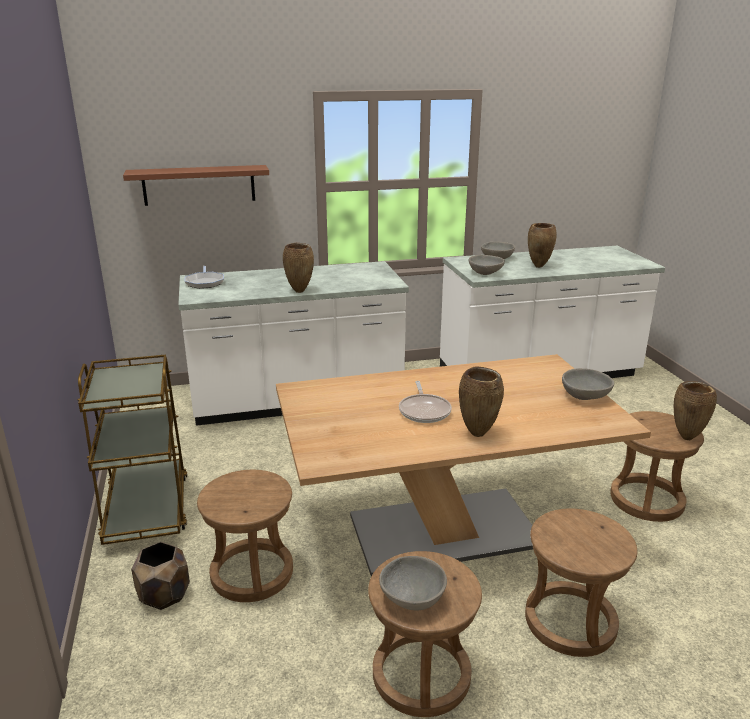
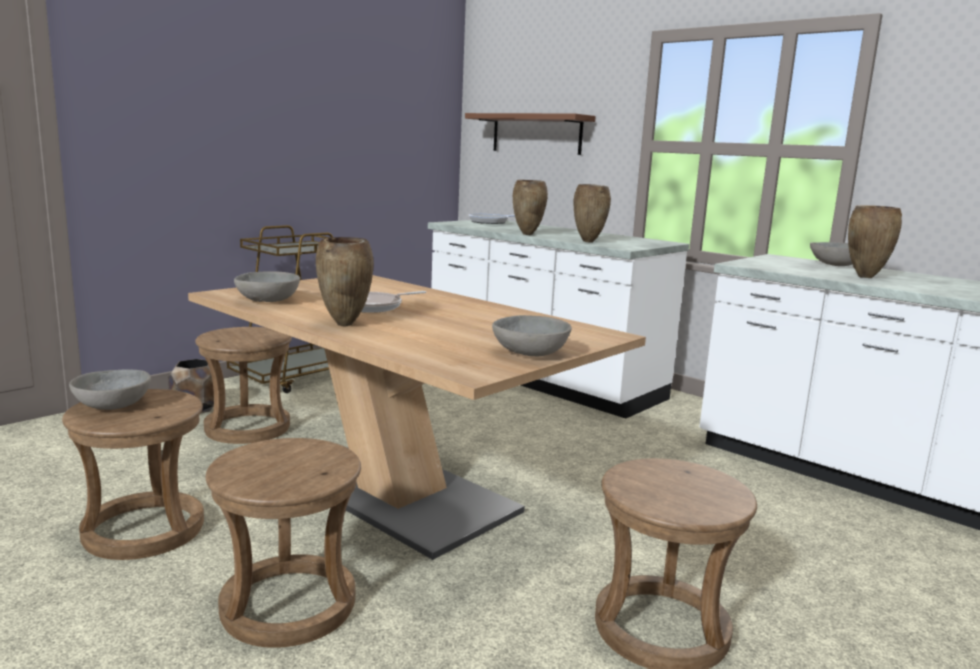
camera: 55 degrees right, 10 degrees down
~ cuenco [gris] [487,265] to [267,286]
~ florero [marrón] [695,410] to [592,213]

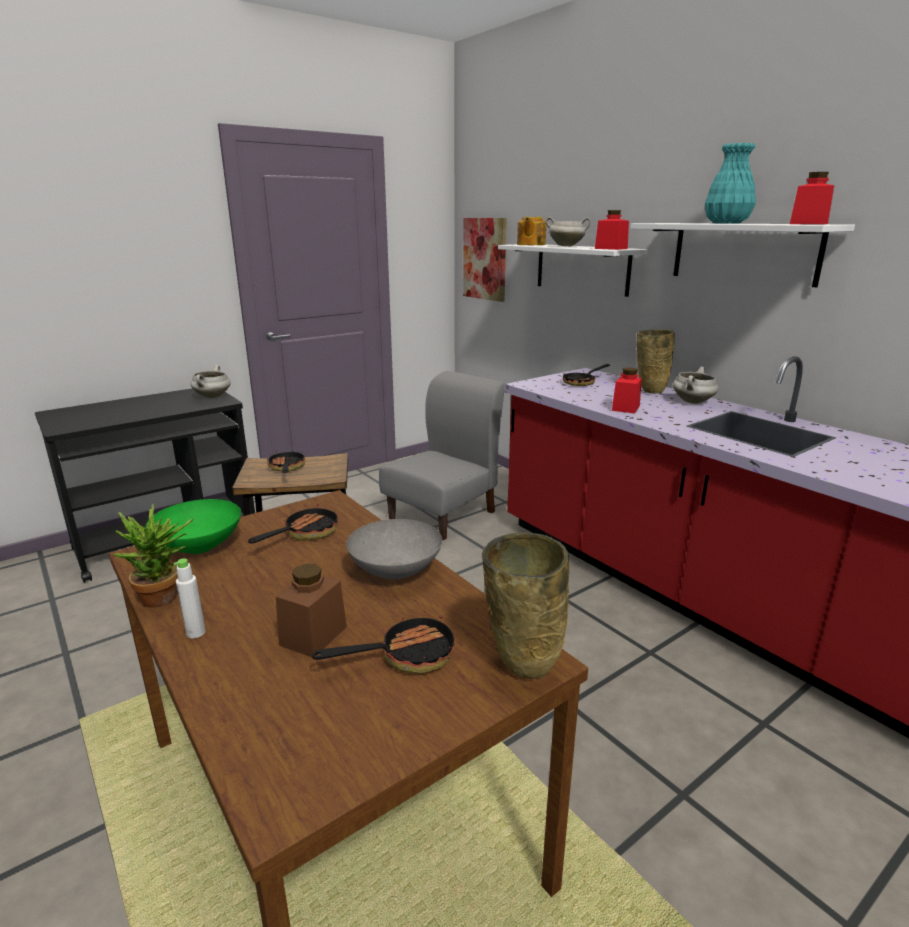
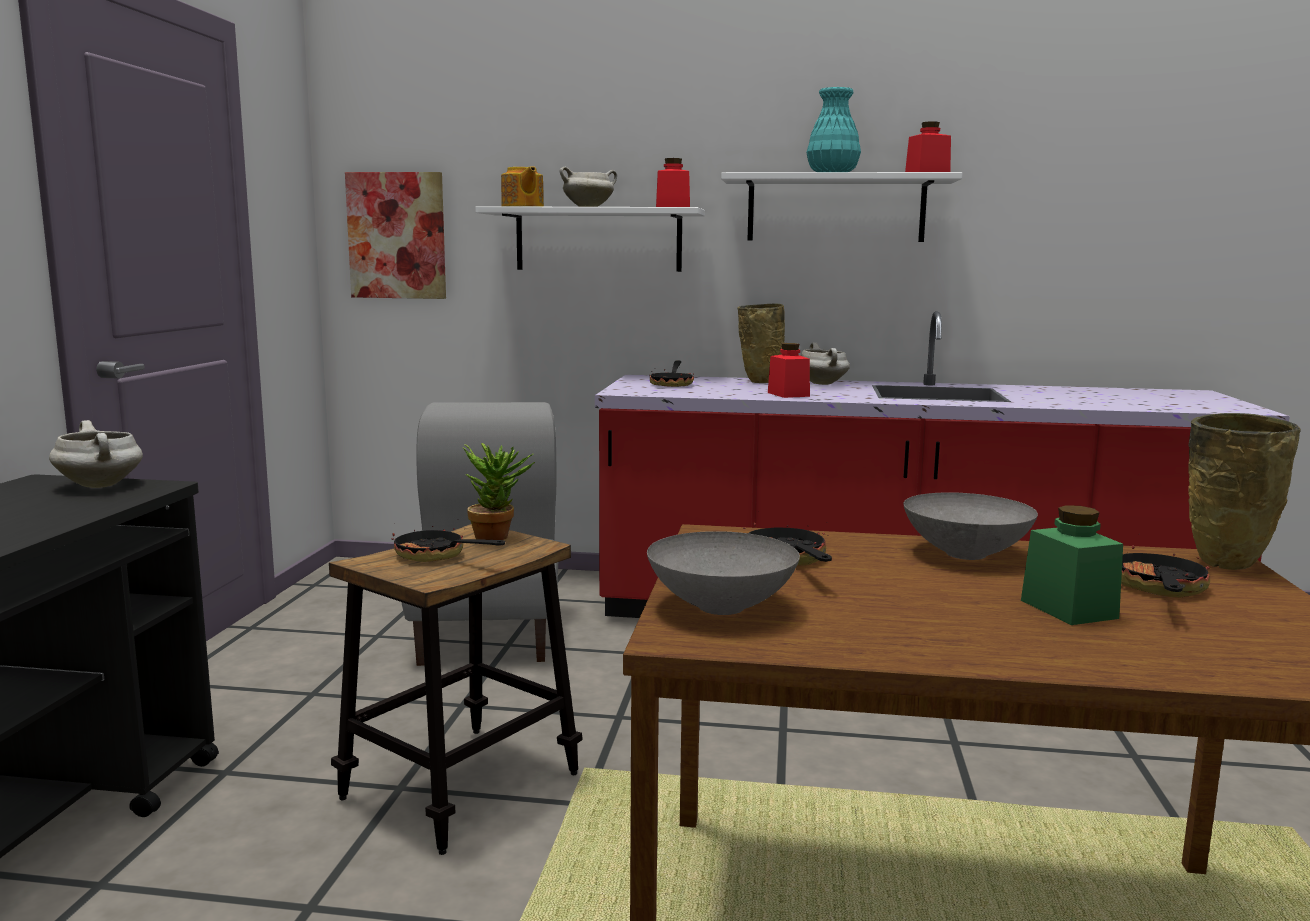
camera: 45 degrees left, 10 degrees down
~ planta en maceta [152,555] to [499,491]
~ cuenco [verde] [193,526] to cuenco [gris] [723,573]
~ tarro [marrón] [311,610] to tarro [verde] [1072,565]
- botella [blanco] [189,598]

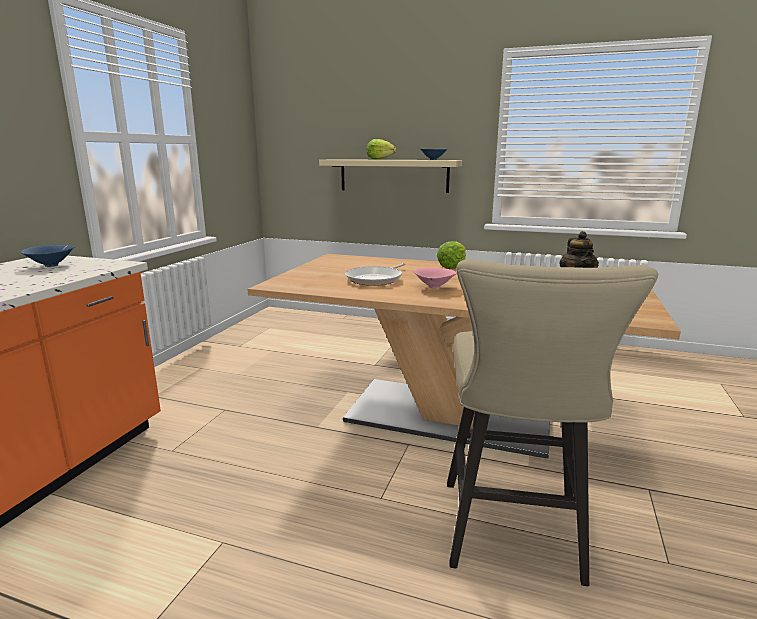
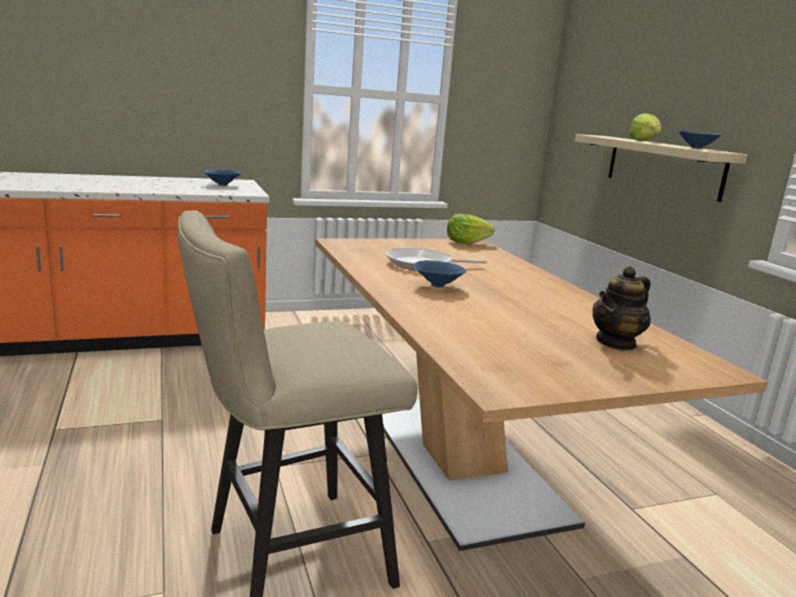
camera: 50 degrees right, 0 degrees up
~ cuenco [rosa] [435,278] to cuenco [azul] [439,274]
~ lechuga [451,255] to [470,228]

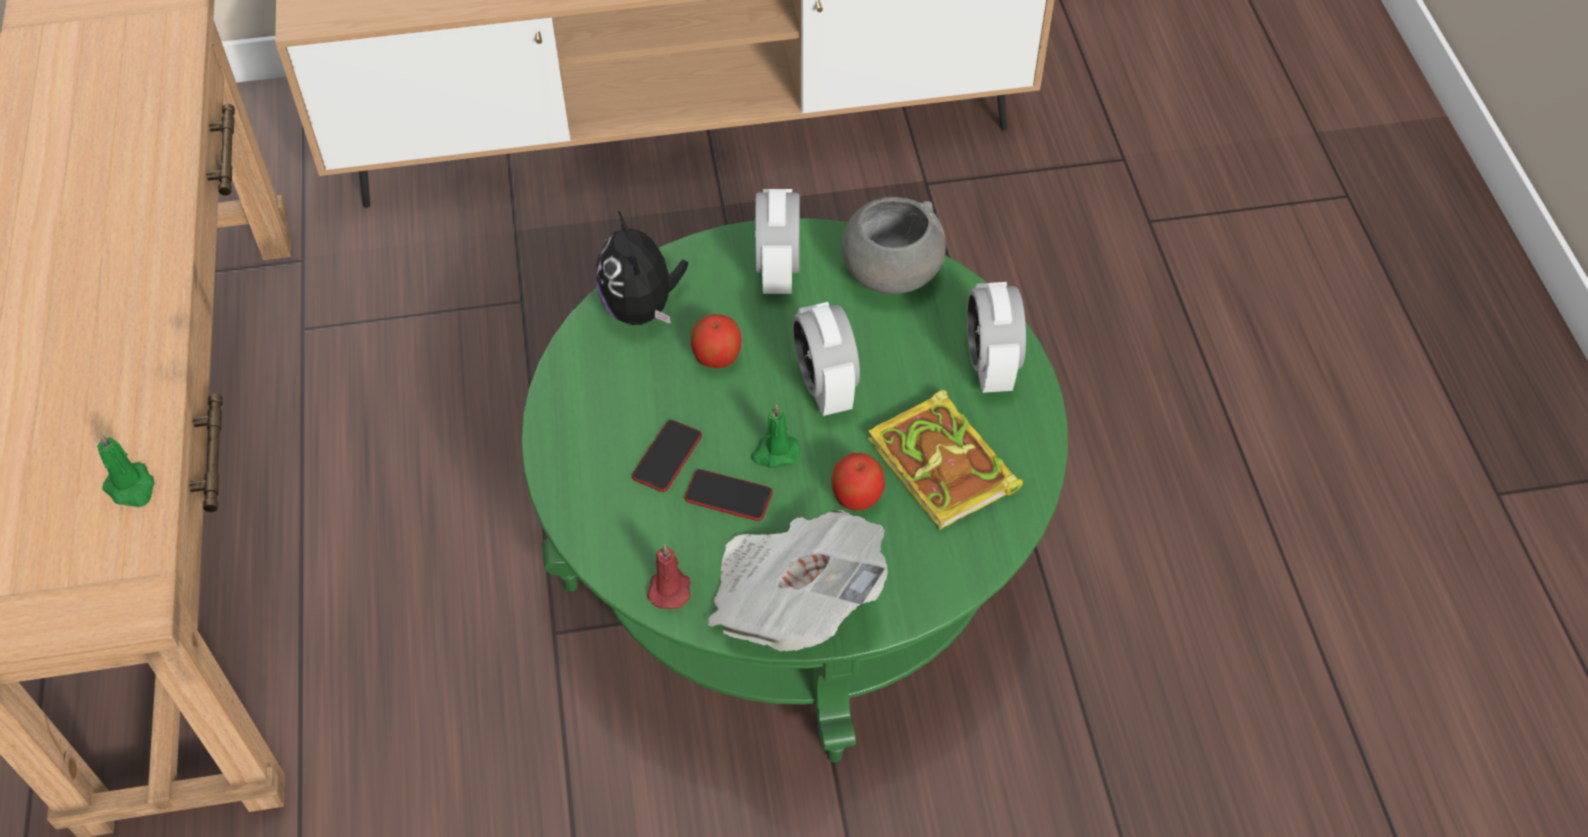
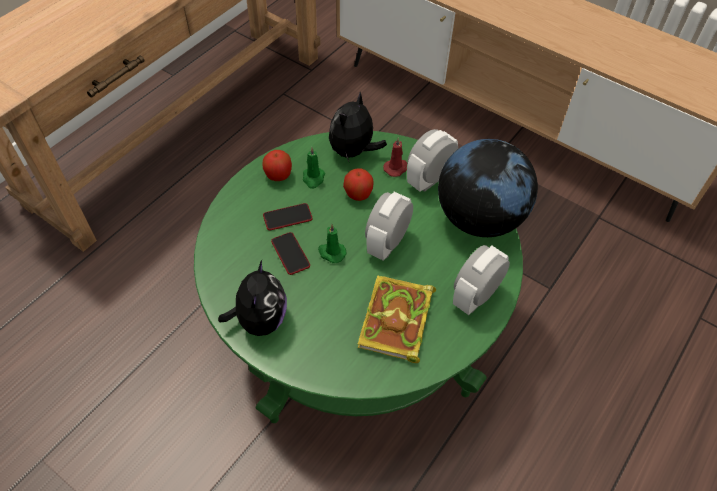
camera: 45 degrees right, 0 degrees up
~ periódico [798,580] to peluche [252,298]
~ manzana [858,481] to [277,165]
~ vela [verde] [125,470] to [314,168]
~ vela [rojo] [668,577] to [395,157]
~ cuenco [gris] [894,245] to globo terráqueo [488,188]

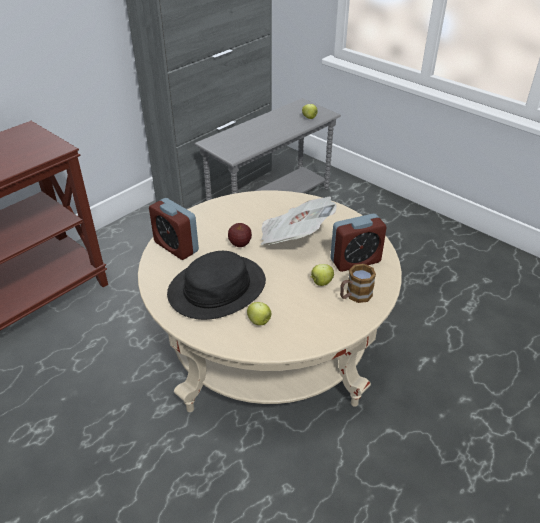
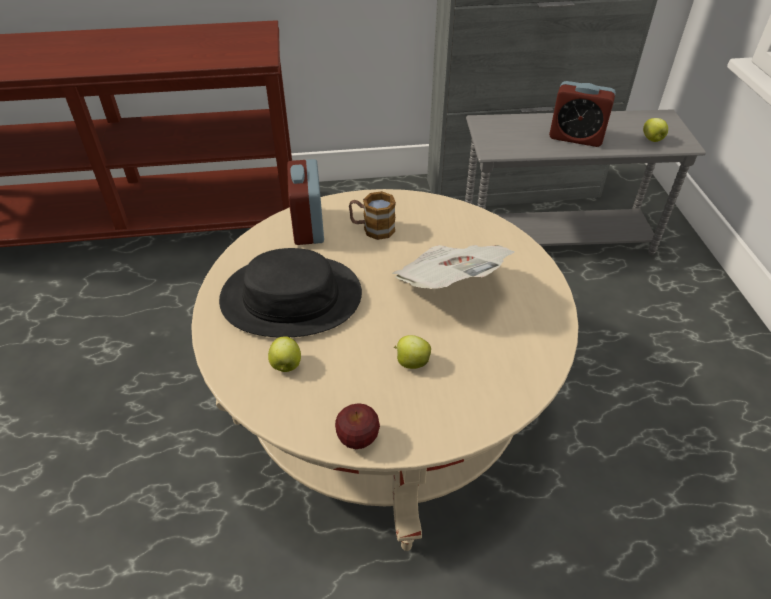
camera: 40 degrees right, 5 degrees up
~ manzana [240,235] to [357,426]
~ taza grande [358,283] to [372,215]
~ despertador [358,243] to [582,114]

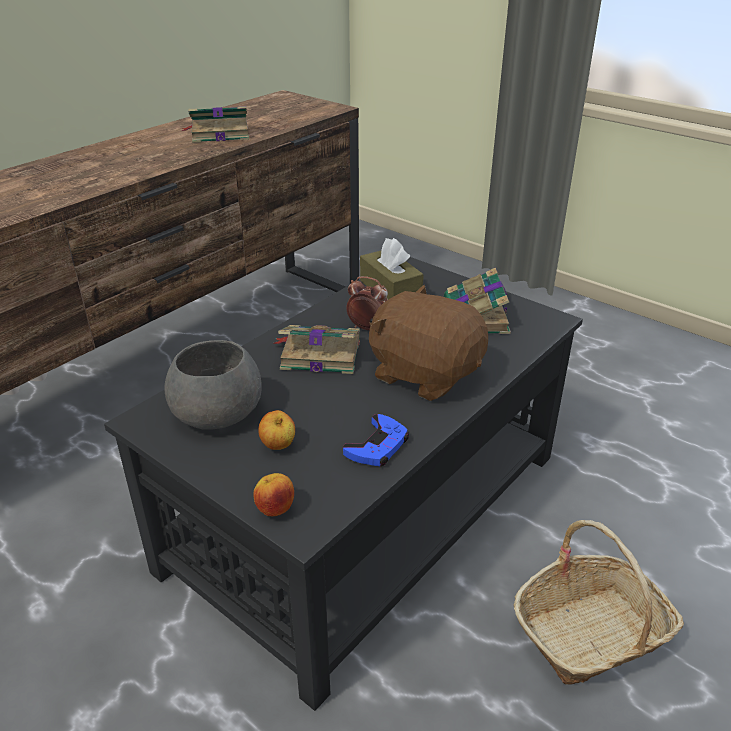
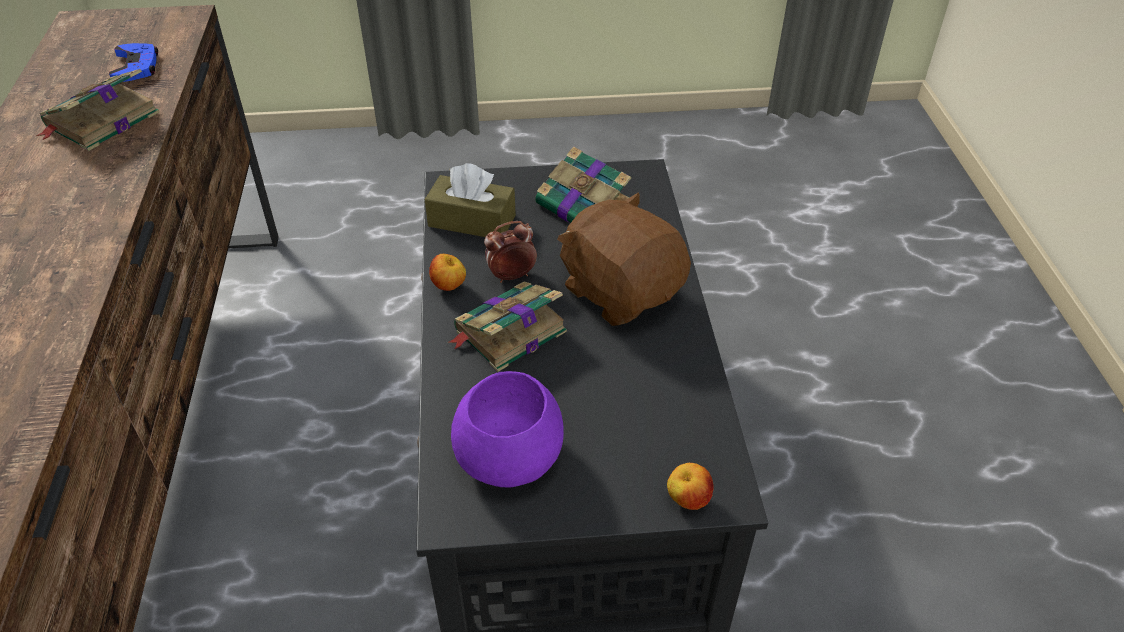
camera: 45 degrees left, 10 degrees up
~ mando de consola [azul] [376,440] to [133,62]
~ manzana [276,430] to [447,272]
~ cuenco [gris] [213,385] to cuenco [morado] [507,429]
~ peluche [marrón] [428,343] = [624,259] 60 degrees clockwise
- cesta [599,602]

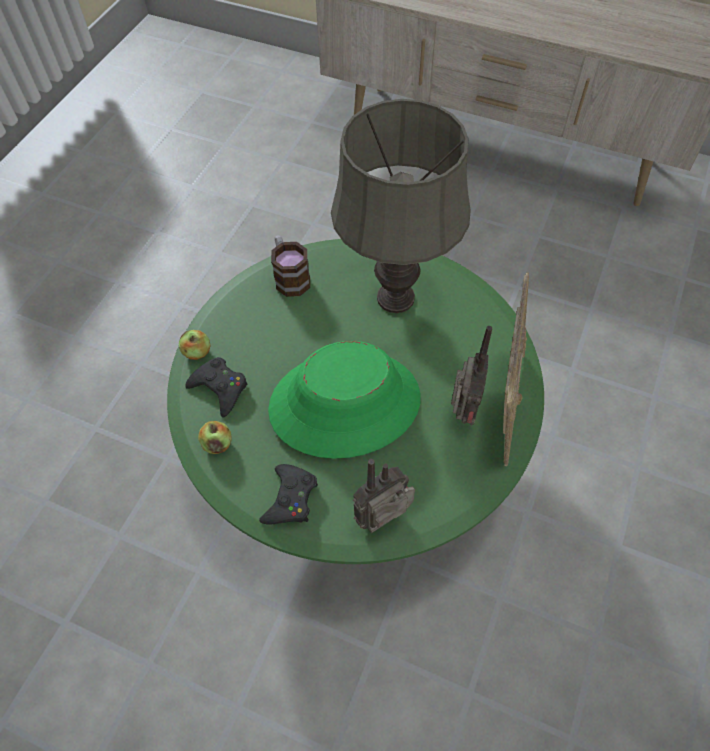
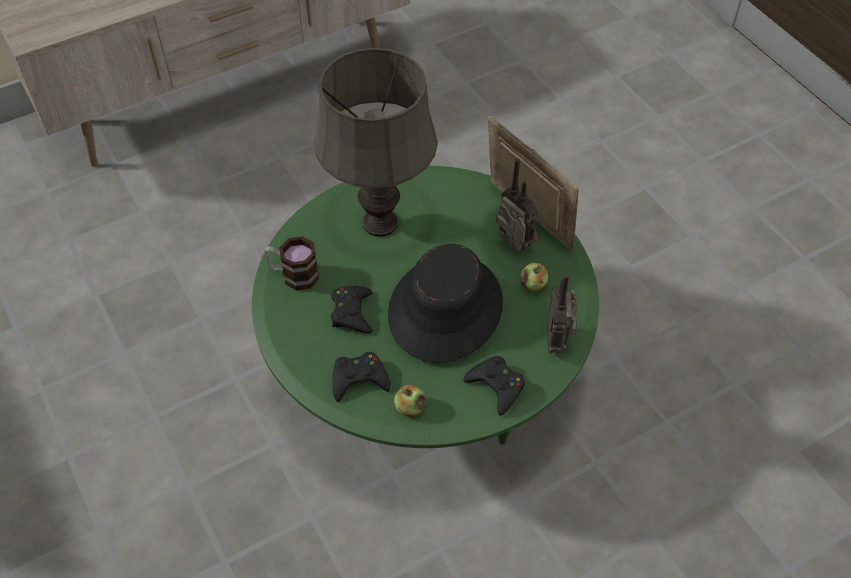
camera: 55 degrees left, 5 degrees down
+ mando de consola [negro] [352,309]
~ sombrero [verde] [344,400] to sombrero [negro] [445,303]
~ manzana [195,345] to [534,277]

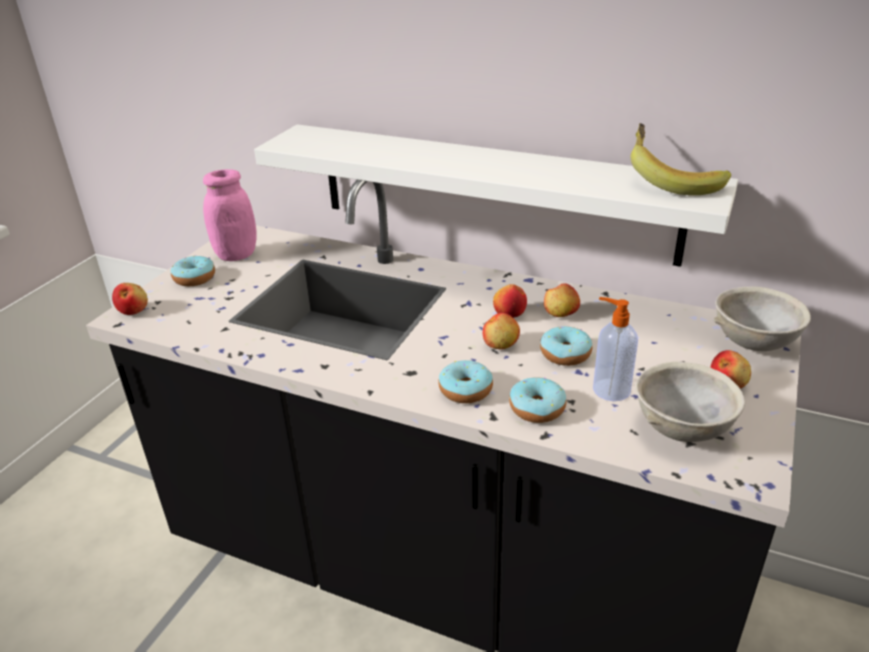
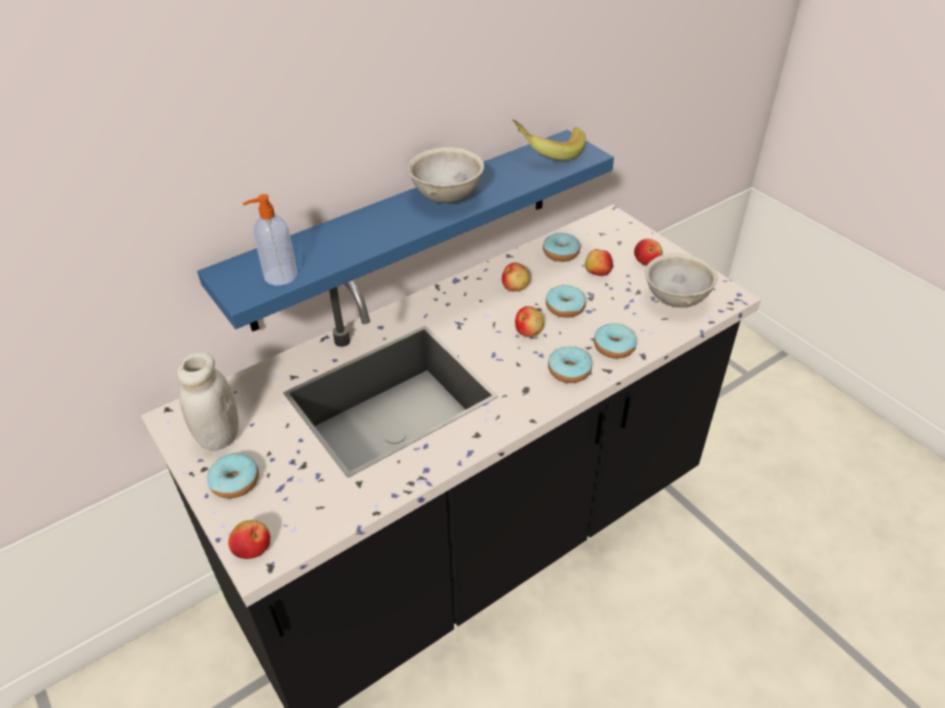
camera: 60 degrees left, 10 degrees up
~ tarro [rosa] [230,215] to tarro [blanco] [208,401]
~ estante [blanco] [496,195] to estante [azul] [405,231]
~ dispensador de jabón [615,349] to [270,240]
~ cuenco [gris] [762,319] to [445,175]
+ rosquilla [561,247]
~ manzana [510,301] to [599,262]

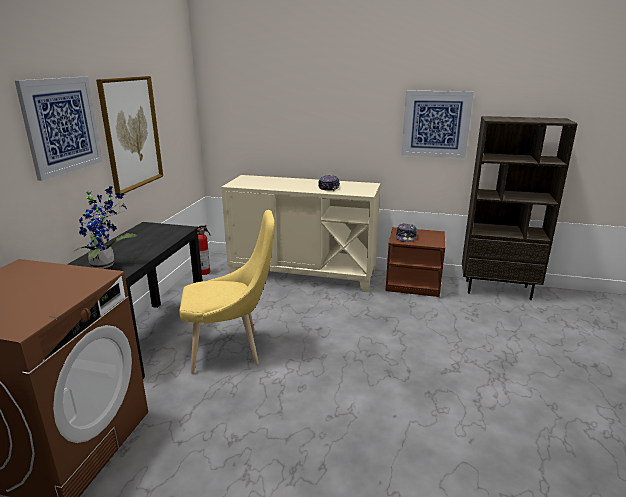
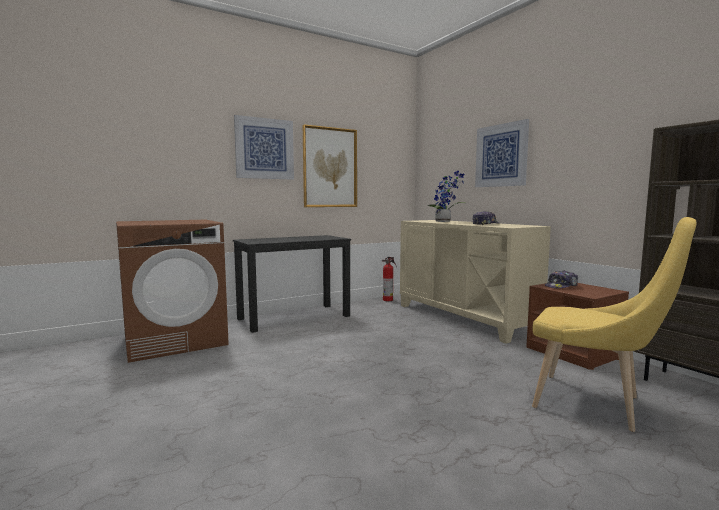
camera: 45 degrees right, 15 degrees down
~ planta en maceta [105,227] to [446,196]
~ cuadro [438,124] to [502,153]
~ silla [amarillo] [227,292] to [614,324]

